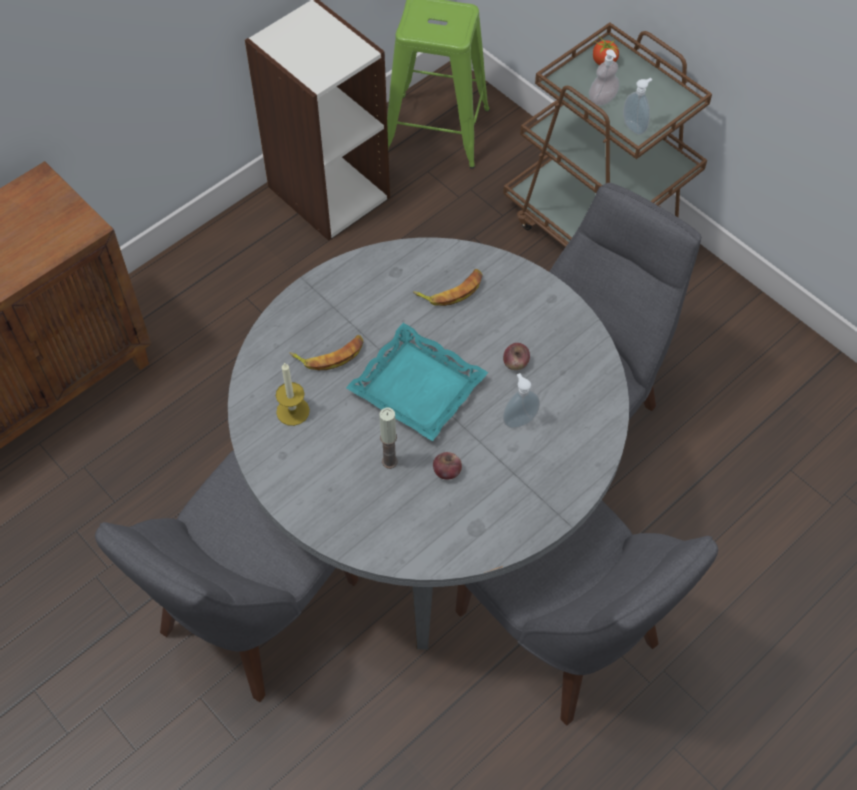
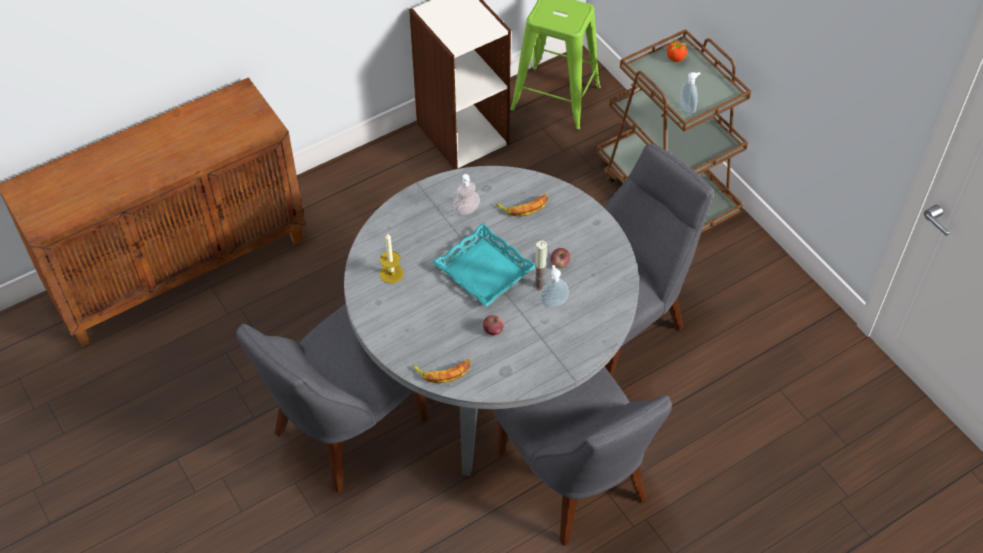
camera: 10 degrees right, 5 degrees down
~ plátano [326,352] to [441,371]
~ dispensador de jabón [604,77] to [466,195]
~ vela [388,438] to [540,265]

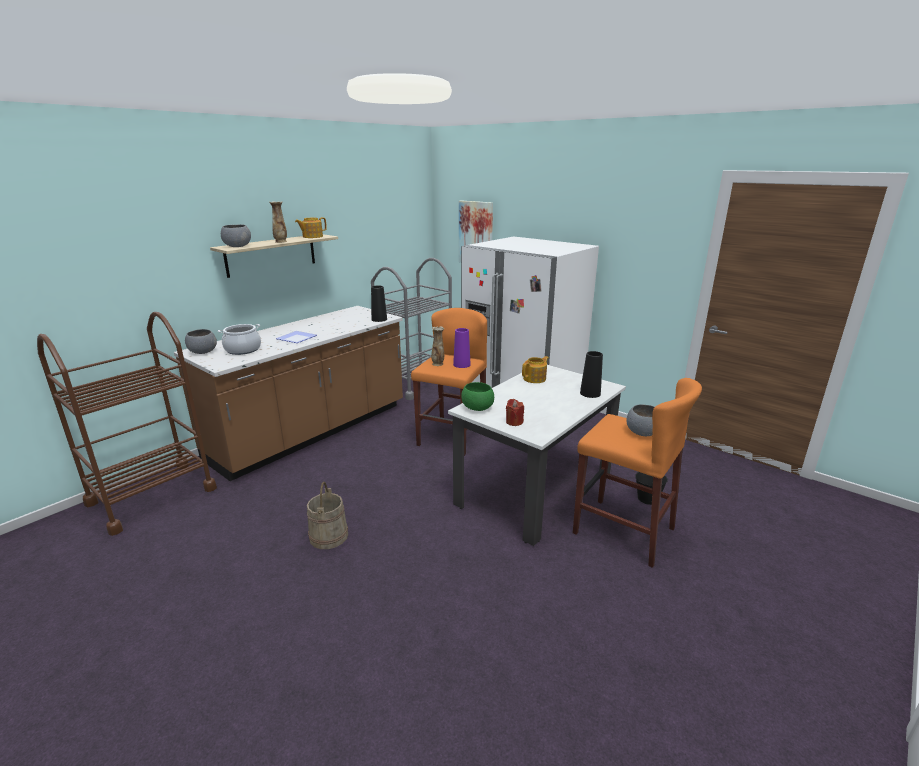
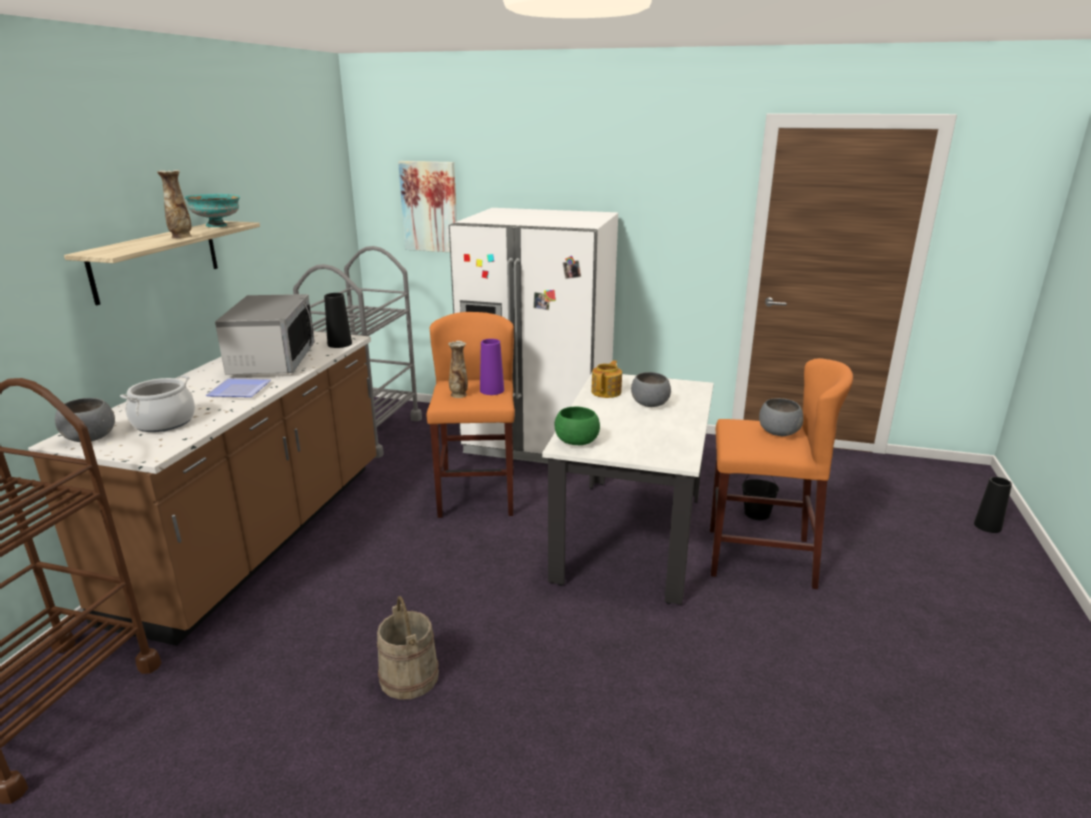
camera: 25 degrees left, 0 degrees up
~ tetera [311,227] to cuenco [turquesa] [212,210]
+ microondas [265,334]
~ cuenco [gris] [236,235] to [651,389]
~ florero [negro] [591,374] to [993,505]
- vela [rojo] [515,412]

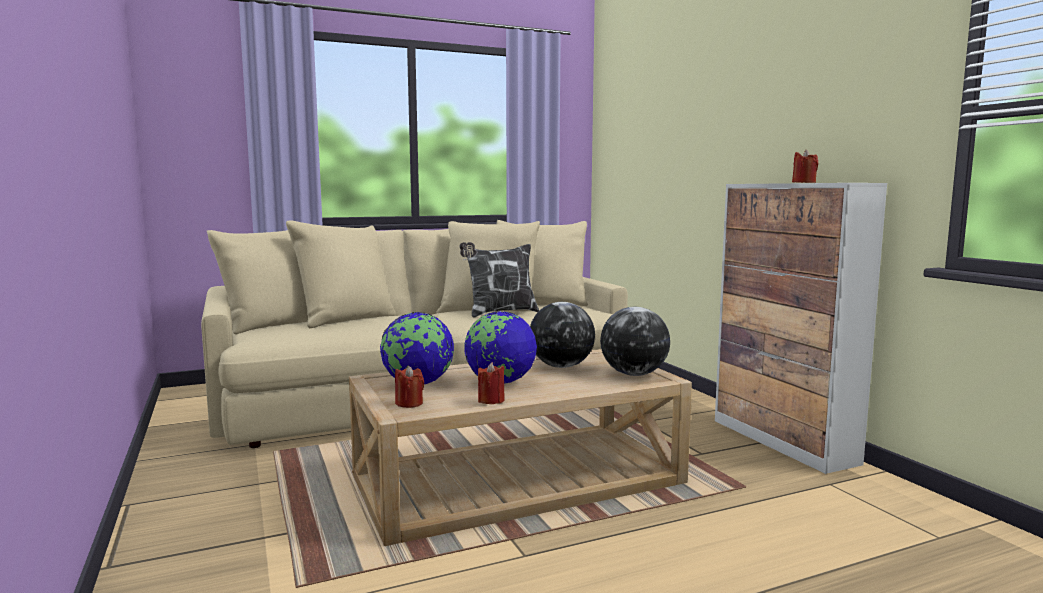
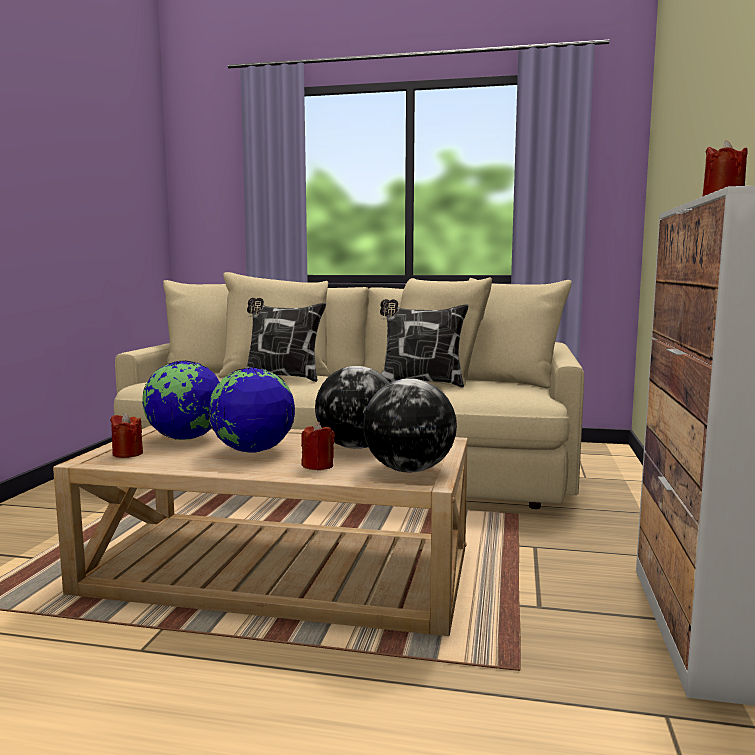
camera: 35 degrees right, 0 degrees up
+ cojín [285,340]
~ vela [rojo] [491,383] to [318,446]

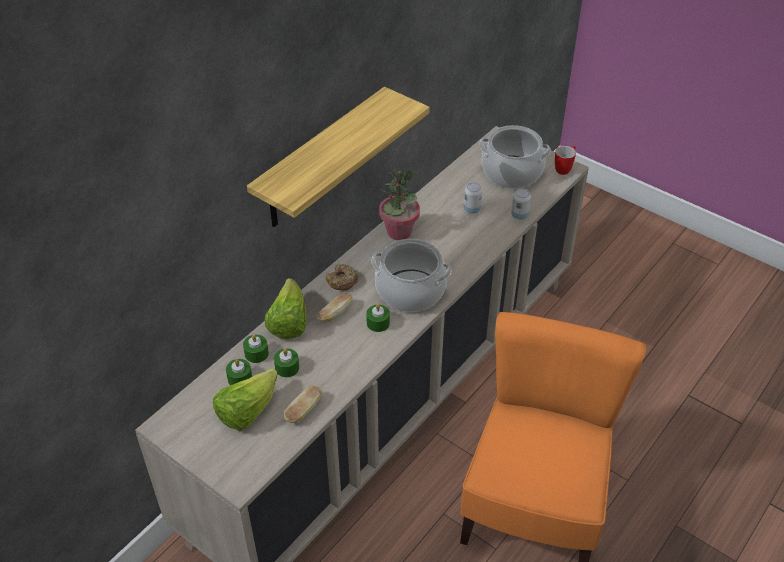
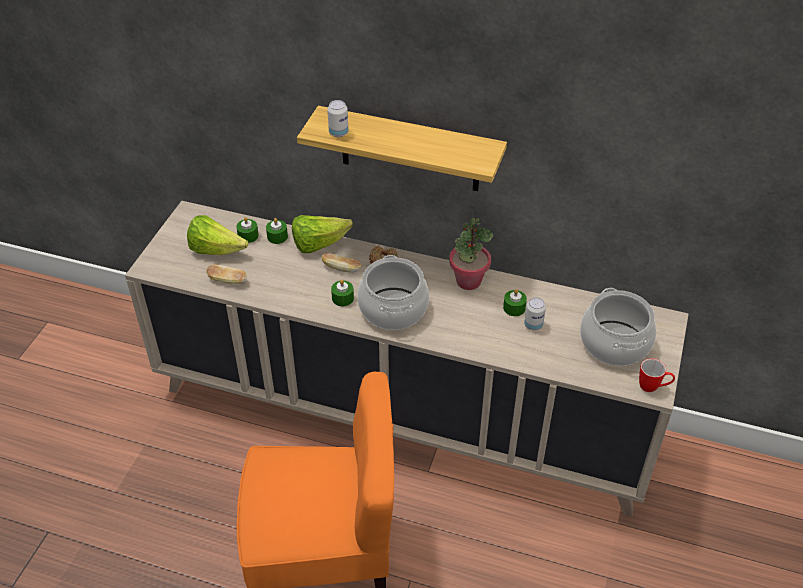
camera: 70 degrees right, 0 degrees up
~ lata [521,204] to [338,118]
~ vela [verde] [286,362] to [515,302]

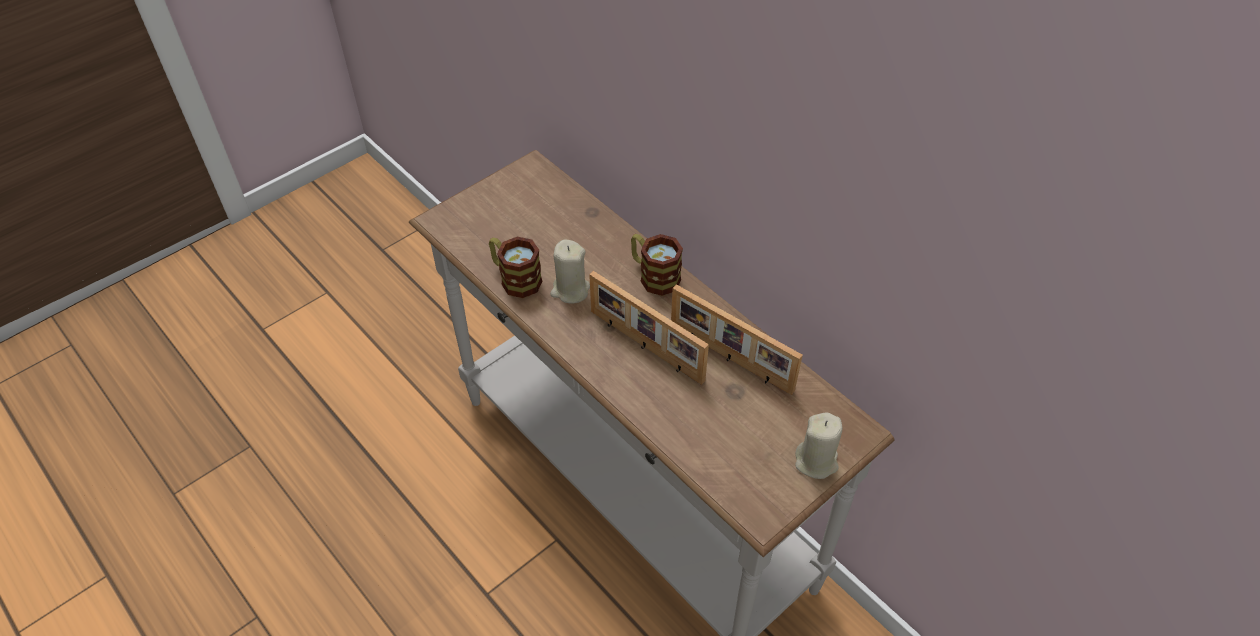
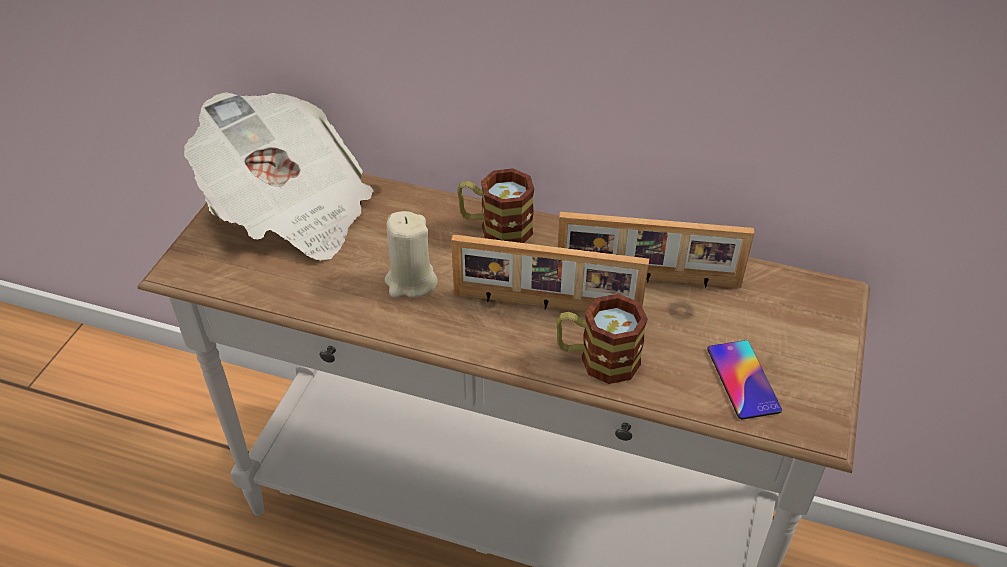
camera: 30 degrees left, 5 degrees down
+ periódico [278,176]
~ taza grande [515,267] to [602,339]
+ móvil [744,379]
- vela [beis] [818,446]

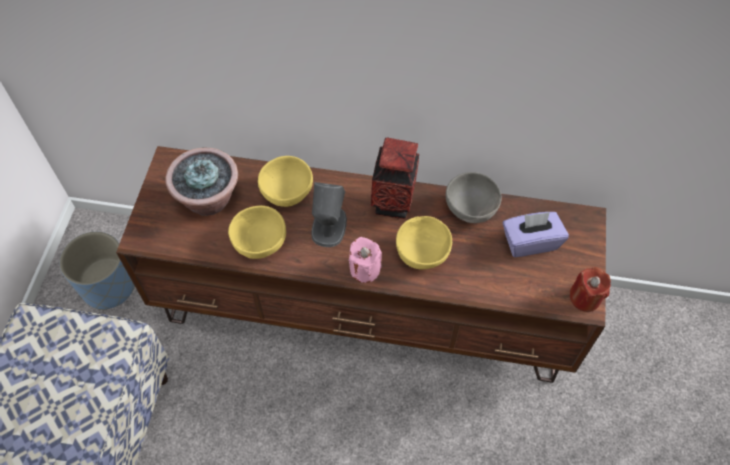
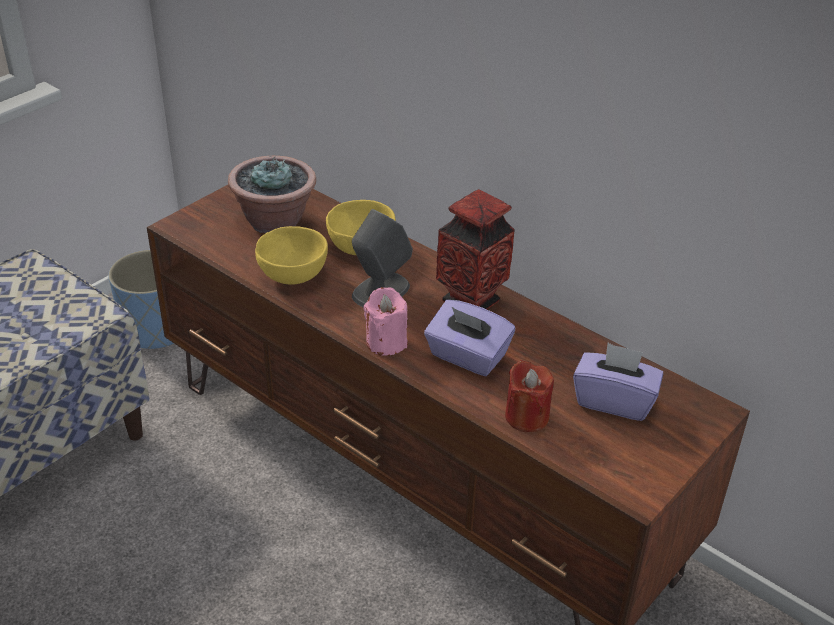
camera: 30 degrees right, 20 degrees down
~ cuenco [amarillo] [424,242] to caja de pañuelos [morado] [469,338]
~ vela [rojo] [590,289] to [529,396]
- cuenco [gris] [474,197]

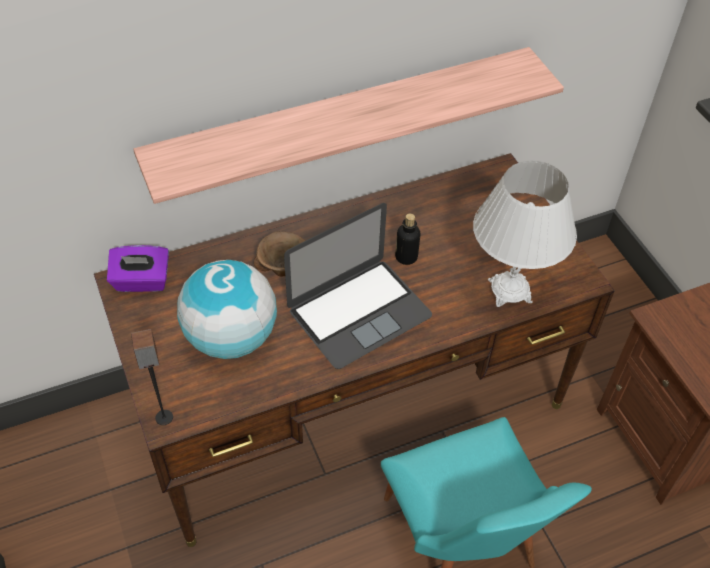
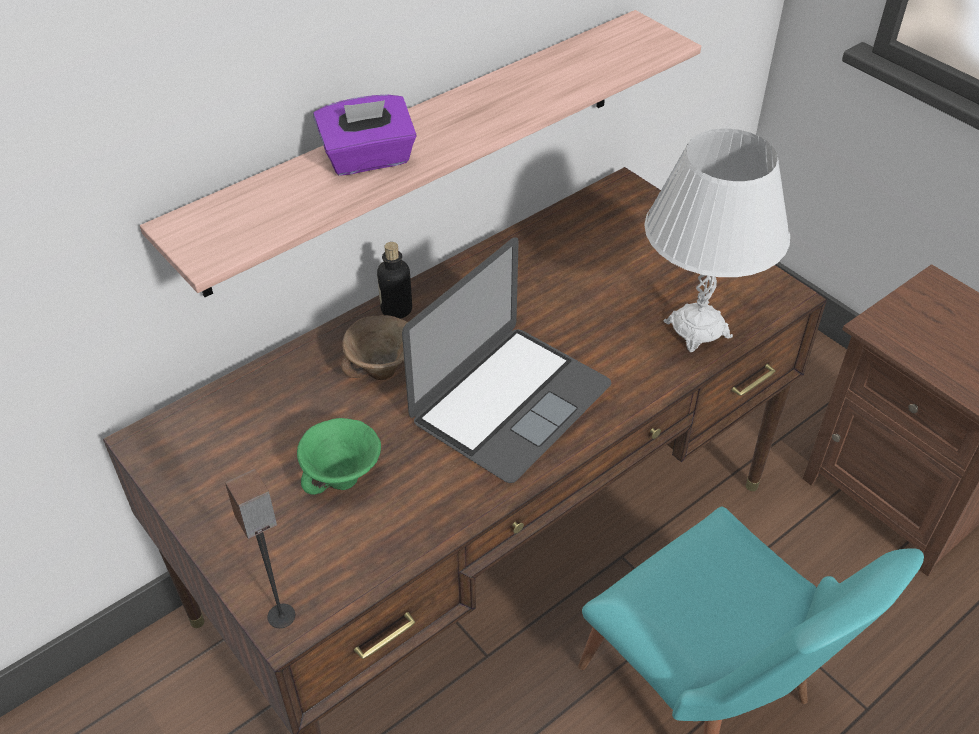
camera: 15 degrees left, 5 degrees down
~ globo terráqueo [227,309] to cuenco [verde] [339,456]
~ caja de pañuelos [morado] [138,268] to [365,135]
~ botella [407,239] to [394,280]

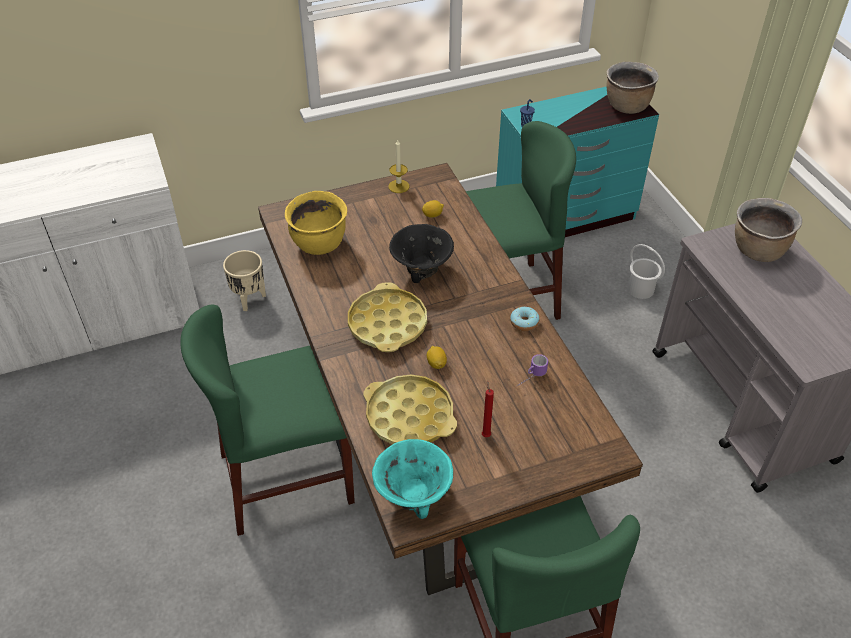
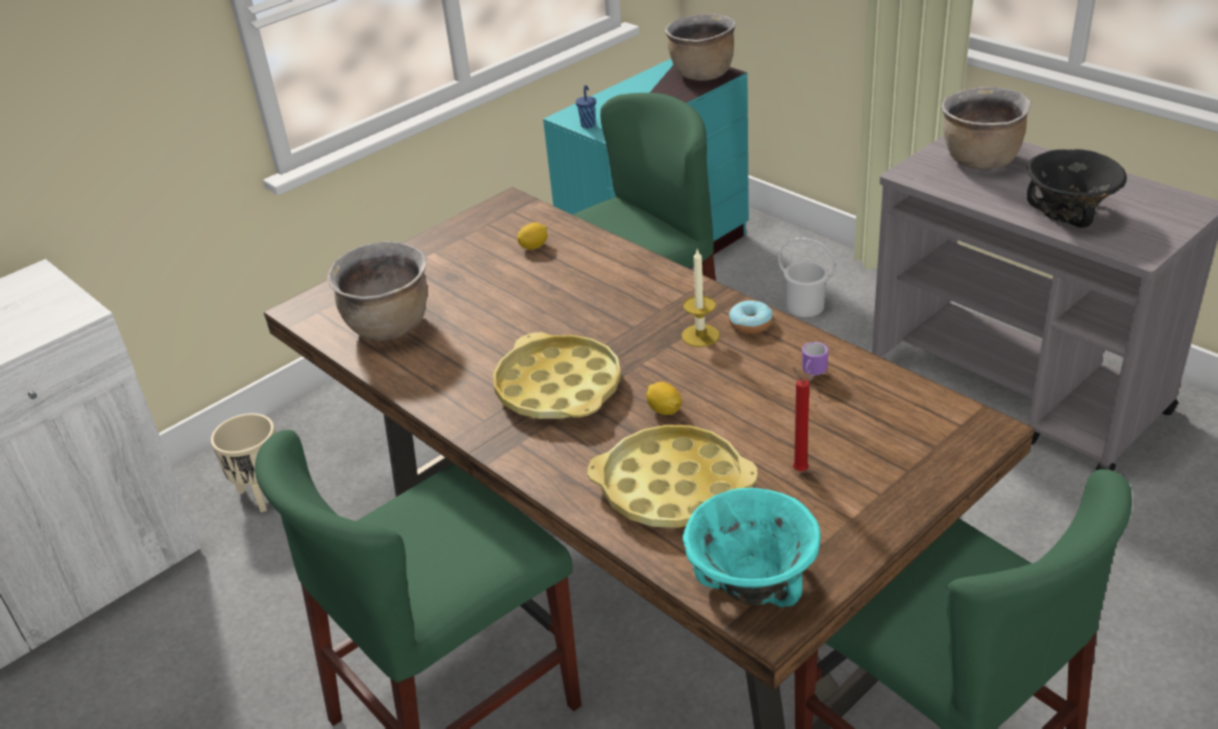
camera: 20 degrees left, 10 degrees down
~ olla [amarillo] [316,223] to olla [marrón] [377,291]
~ vela [399,166] to [701,297]
~ cuenco [negro] [421,253] to [1077,188]

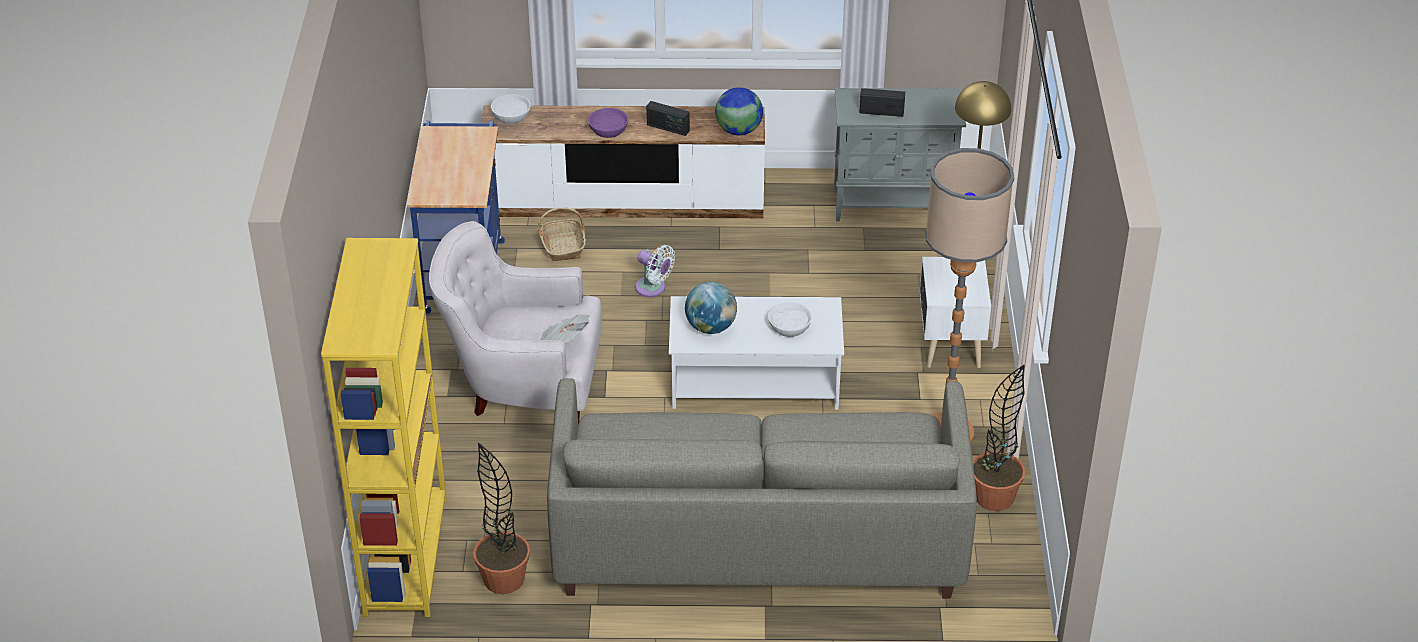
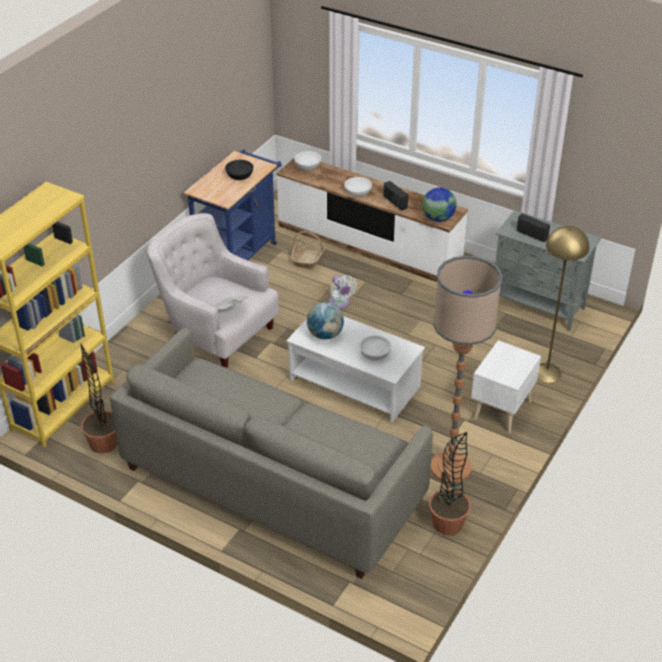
camera: 30 degrees right, 0 degrees up
+ cuenco [negro] [239,170]
~ cuenco [morado] [608,123] to cuenco [blanco] [358,187]

